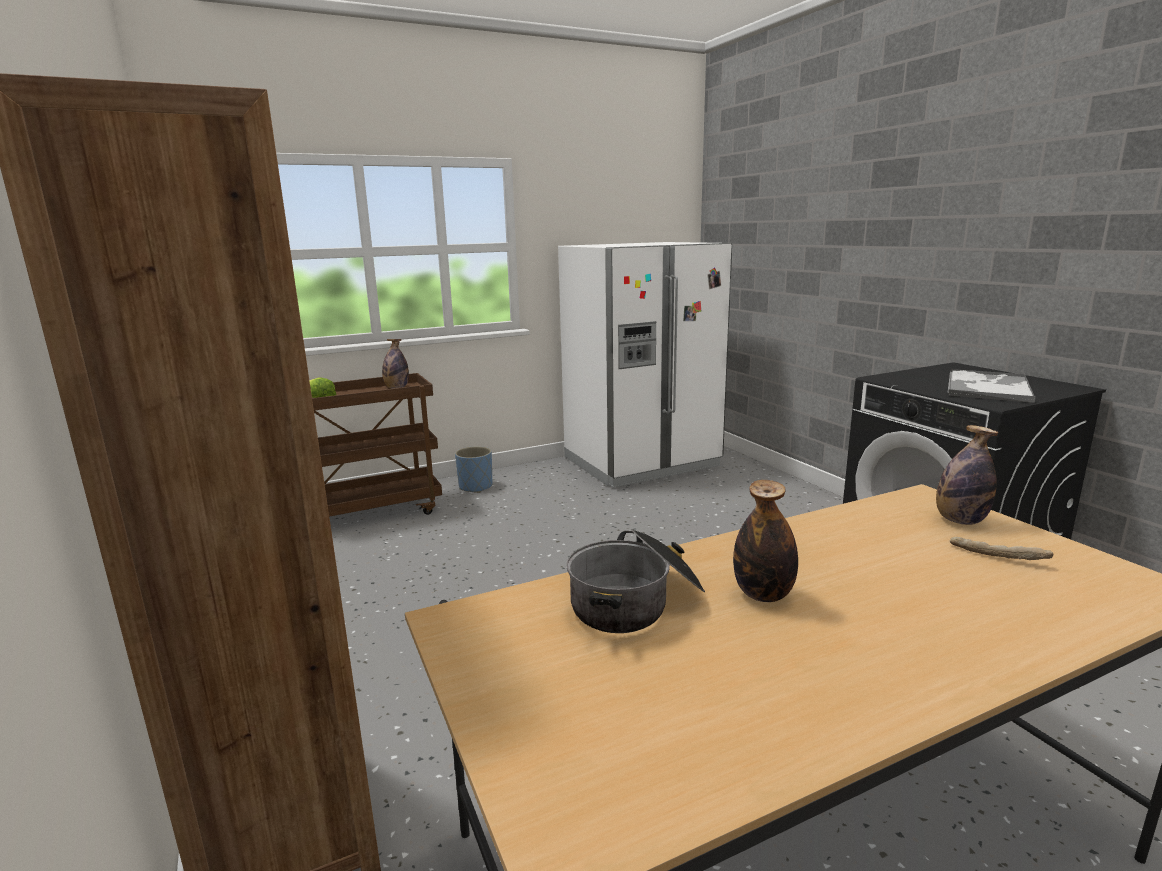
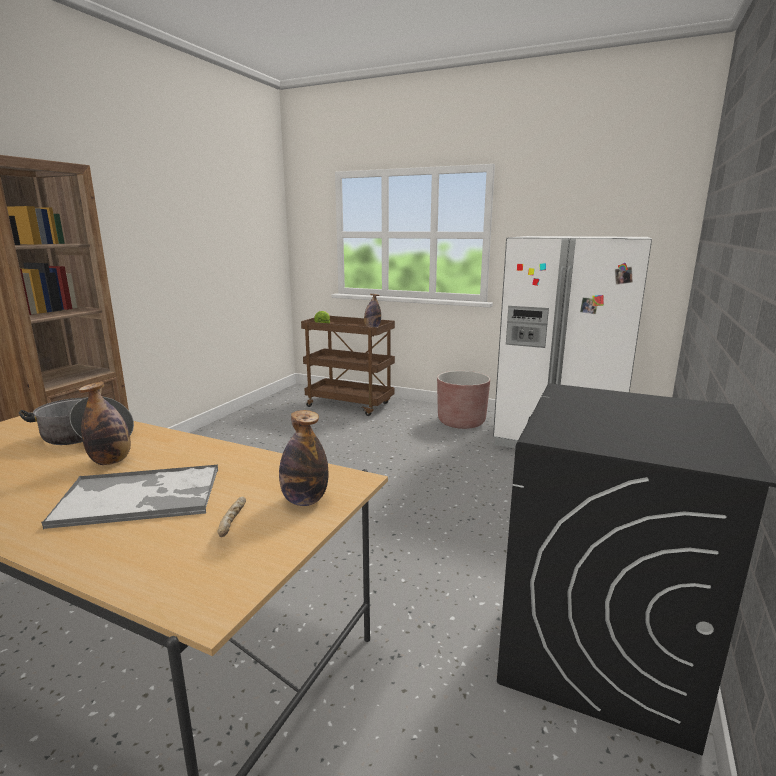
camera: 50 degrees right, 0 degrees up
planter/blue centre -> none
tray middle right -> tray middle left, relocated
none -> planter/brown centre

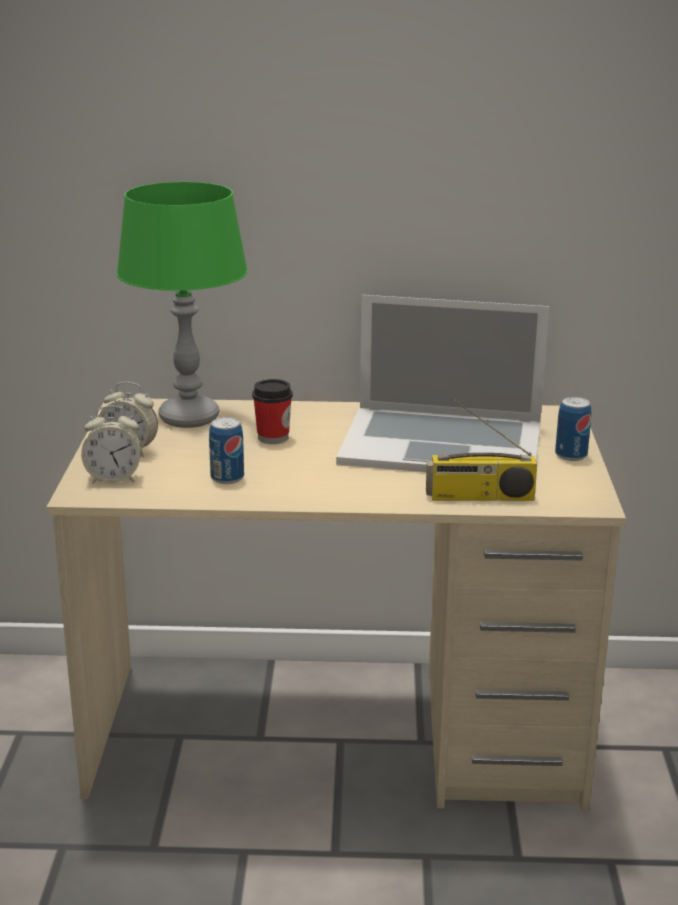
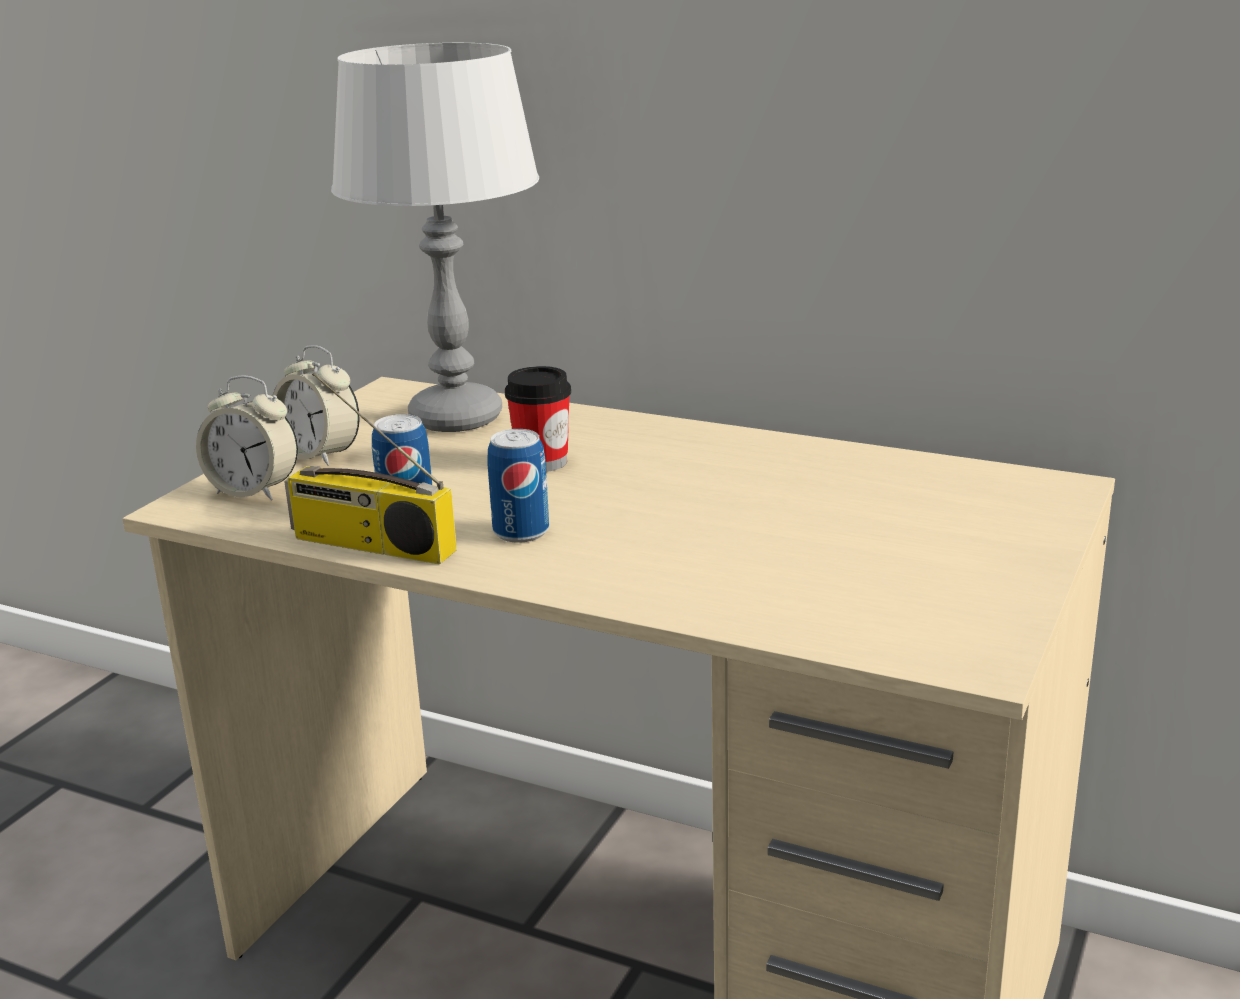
camera: 25 degrees right, 0 degrees up
table lamp/green middle left -> table lamp/grey top centre
laptop centre -> none
radio middle right -> radio middle left, relocated
can (no. 2 from left) middle right -> can (no. 2 from left) centre, relocated

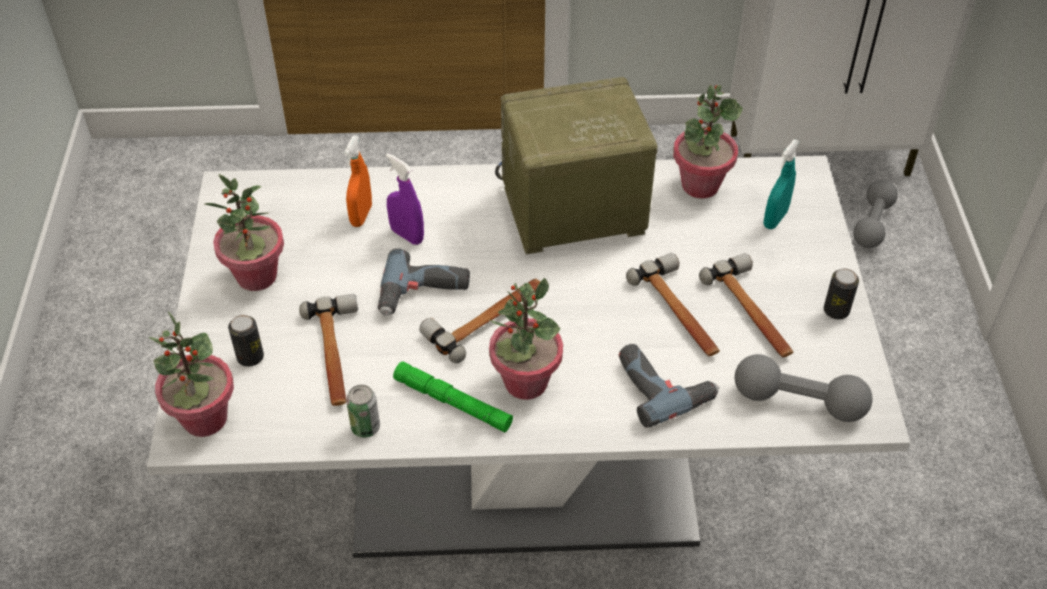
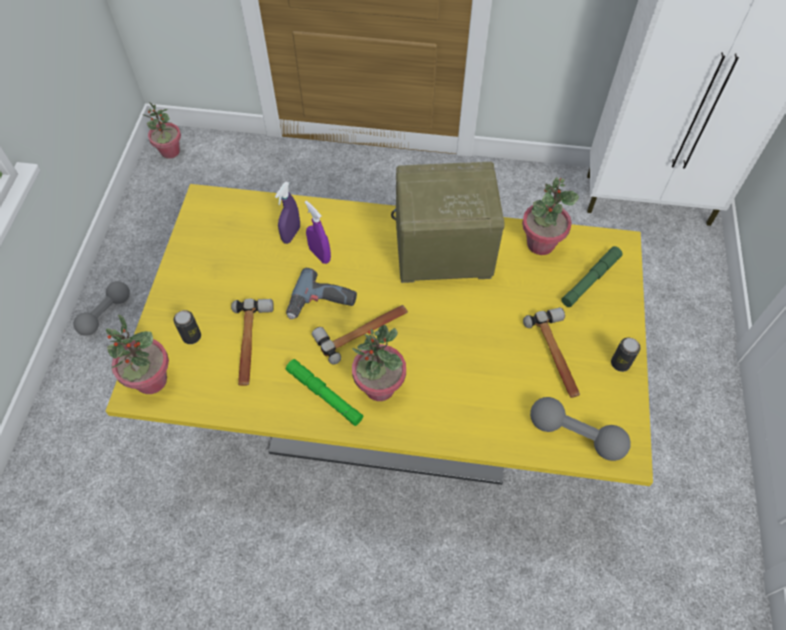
camera: 10 degrees right, 10 degrees up
dining table/white centre -> dining table/yellow centre
potted plant (no. 2 from left) middle left -> potted plant (no. 2 from left) top left, relocated
spray bottle/orange top centre -> spray bottle/purple (no. 1 from left) centre
can (no. 2 from left) bottom centre -> none
power drill (no. 2 from left) centre -> none
hammer (no. 3 from left) centre -> none
spray bottle/turquoise top right -> flashlight/green (no. 2 from left) middle right
dumbbell/grey (no. 2 from left in the first image) middle right -> dumbbell/grey (no. 1 from left) middle left, relocated

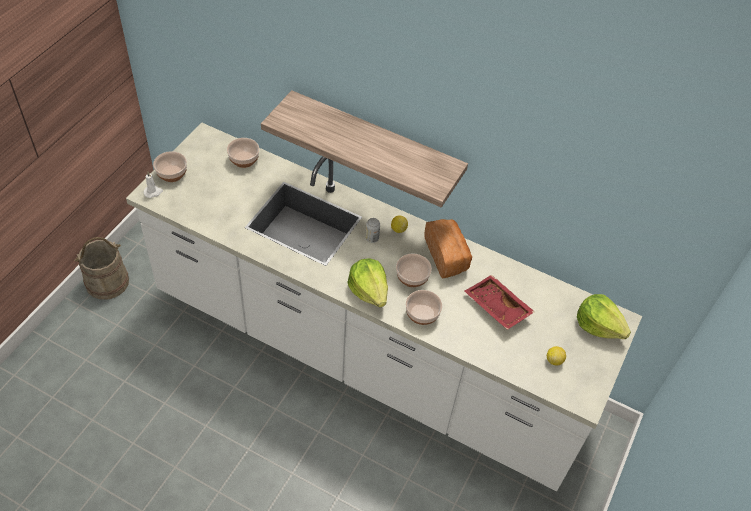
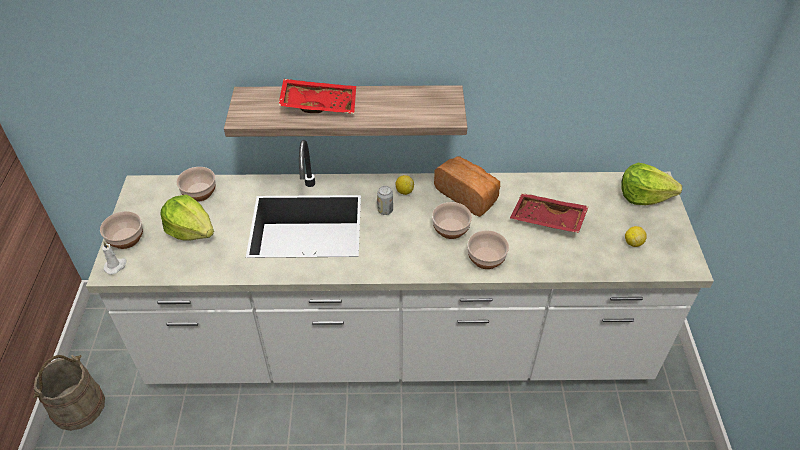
camera: 25 degrees left, 5 degrees down
lettuce (no. 1 from left) centre -> lettuce (no. 1 from left) middle left, relocated
none -> tray/red (no. 1 from left) top centre

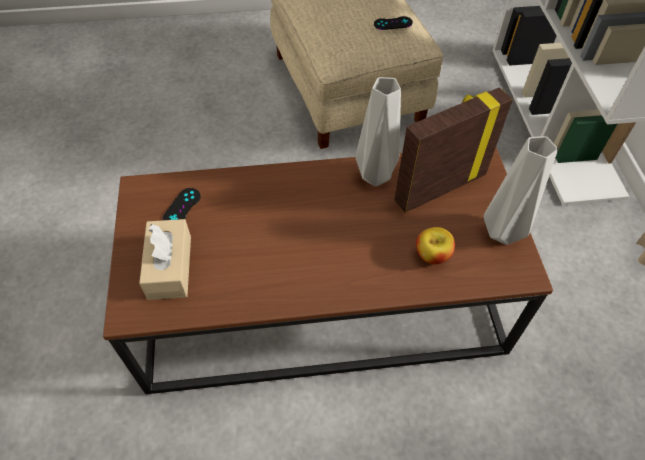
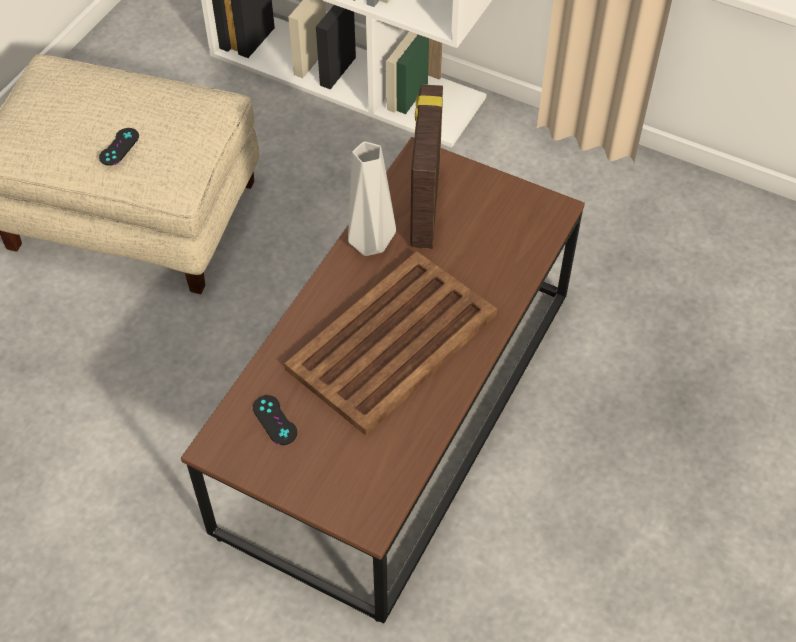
camera: 55 degrees left, 0 degrees up
tissue box/beige middle left -> none
game controller/black (no. 2 from left in the first image) top centre -> game controller/black (no. 1 from left) top left, relocated
apple middle right -> none
vase/grey (no. 2 from left) middle right -> none
none -> tray/brown centre

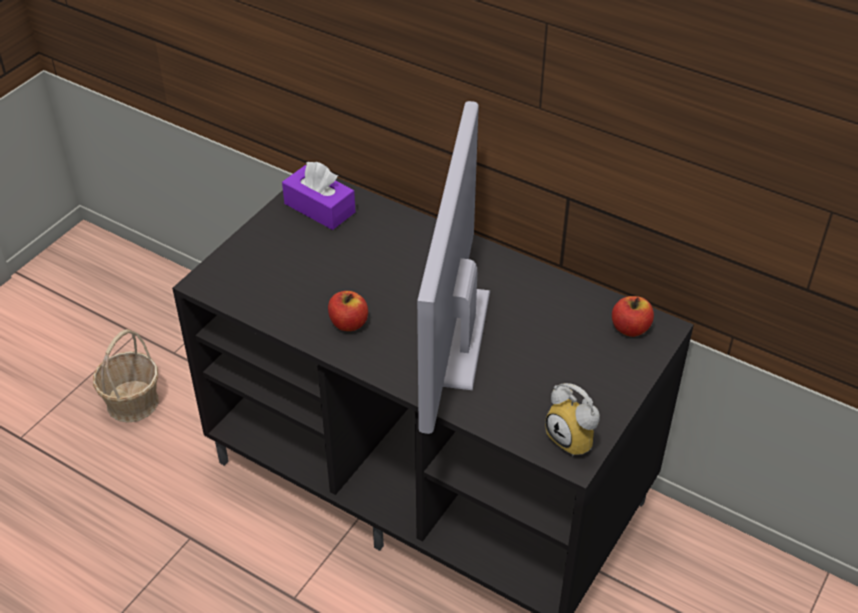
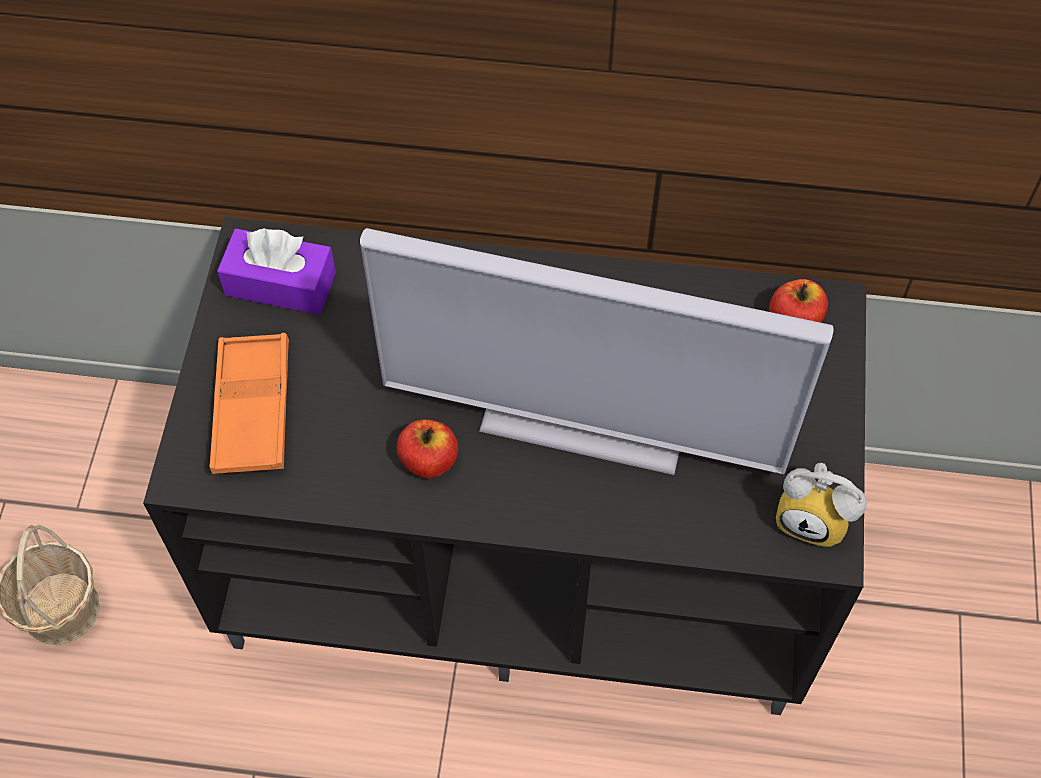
camera: 25 degrees left, 15 degrees up
television centre, 60 degrees counterclockwise
none -> tray/orange middle left

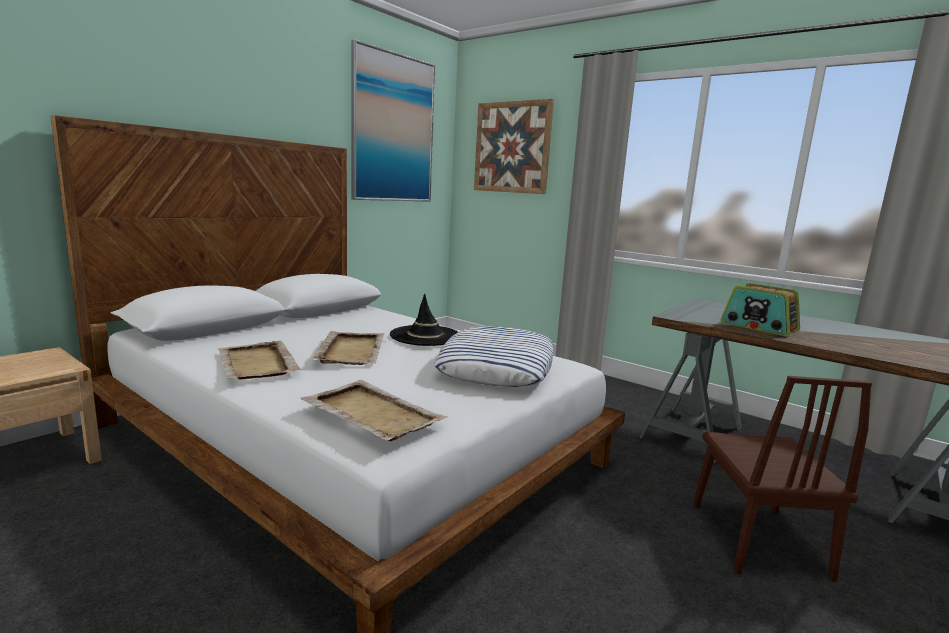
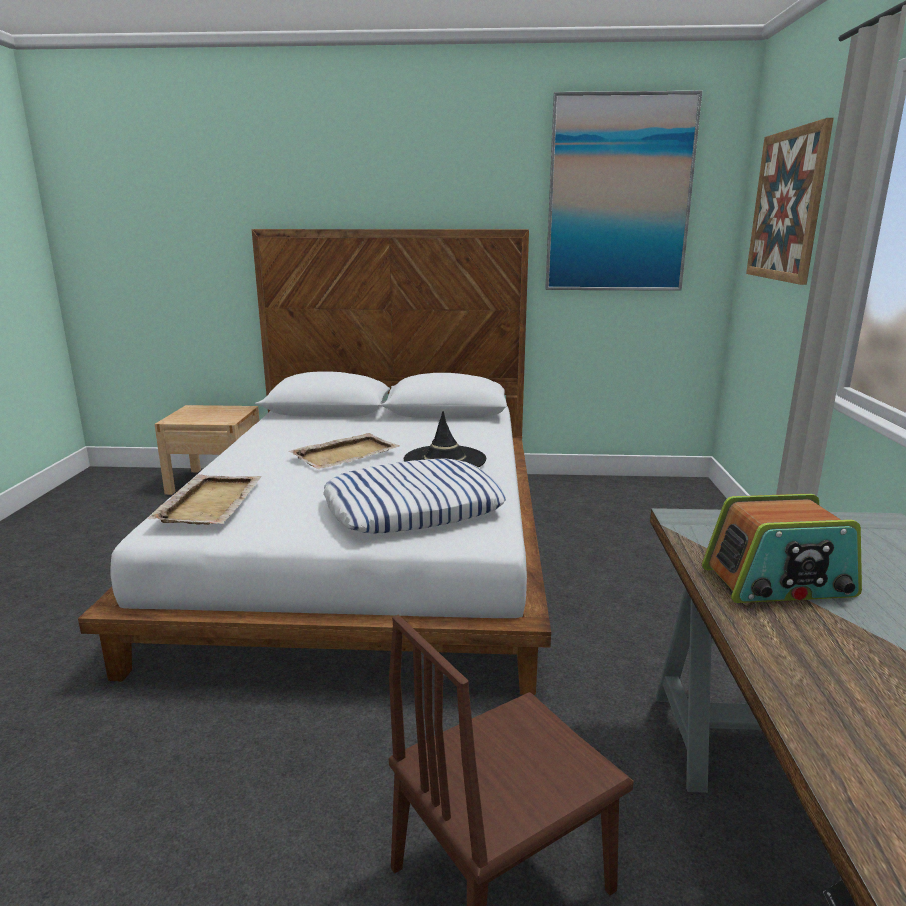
camera: 55 degrees right, 5 degrees up
tray/beige (no. 1 from left) middle left -> none
radio middle right, 105 degrees counterclockwise

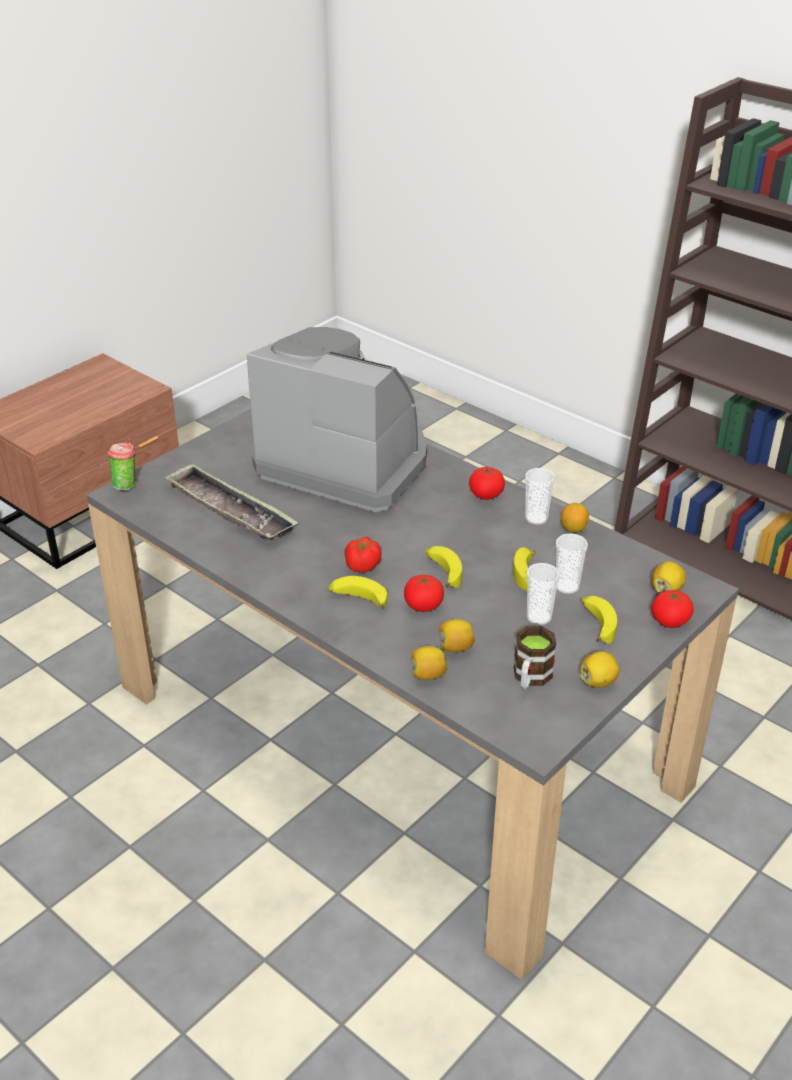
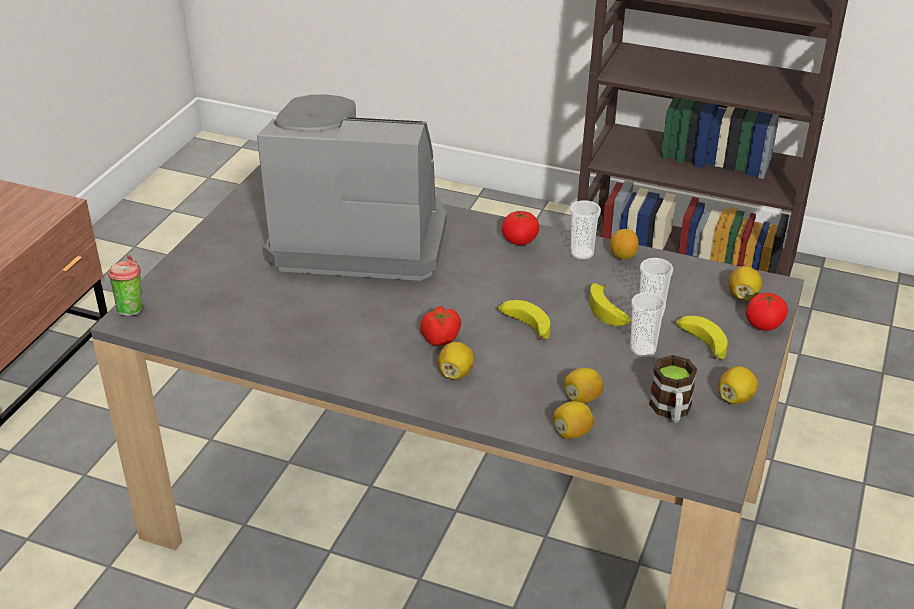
camera: 20 degrees left, 0 degrees up
tray middle left -> none
banana (no. 1 from left) centre -> lemon (no. 1 from left) centre
tomato (no. 2 from left) centre -> none

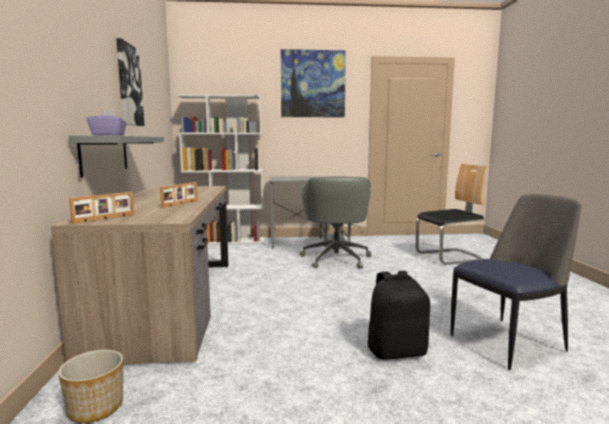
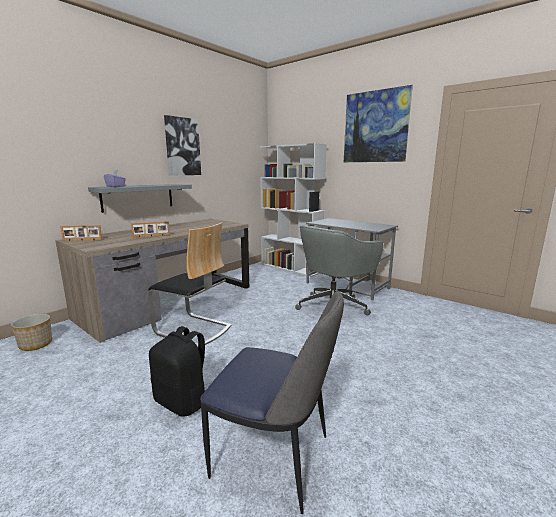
camera: 45 degrees right, 5 degrees up
chair (no. 1 from left) middle right -> chair (no. 1 from left) centre, relocated

